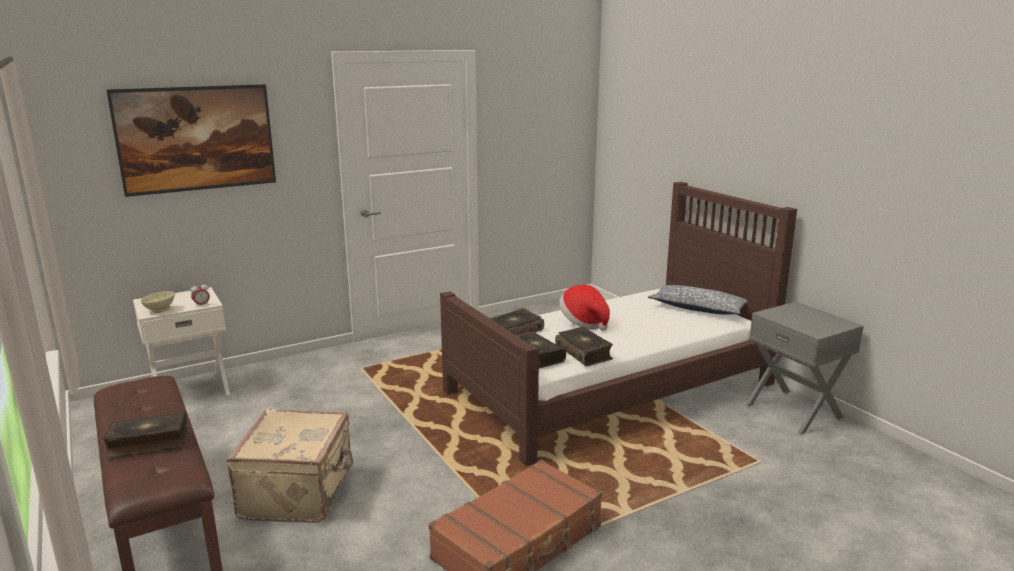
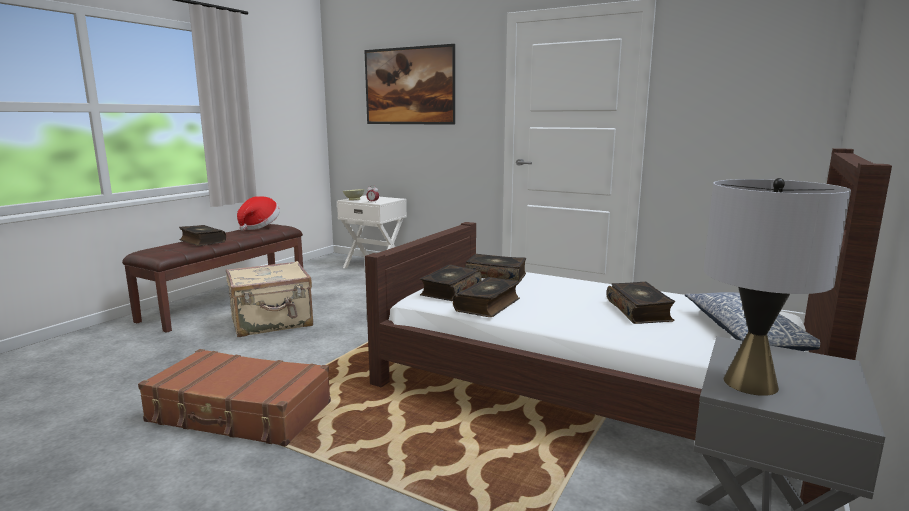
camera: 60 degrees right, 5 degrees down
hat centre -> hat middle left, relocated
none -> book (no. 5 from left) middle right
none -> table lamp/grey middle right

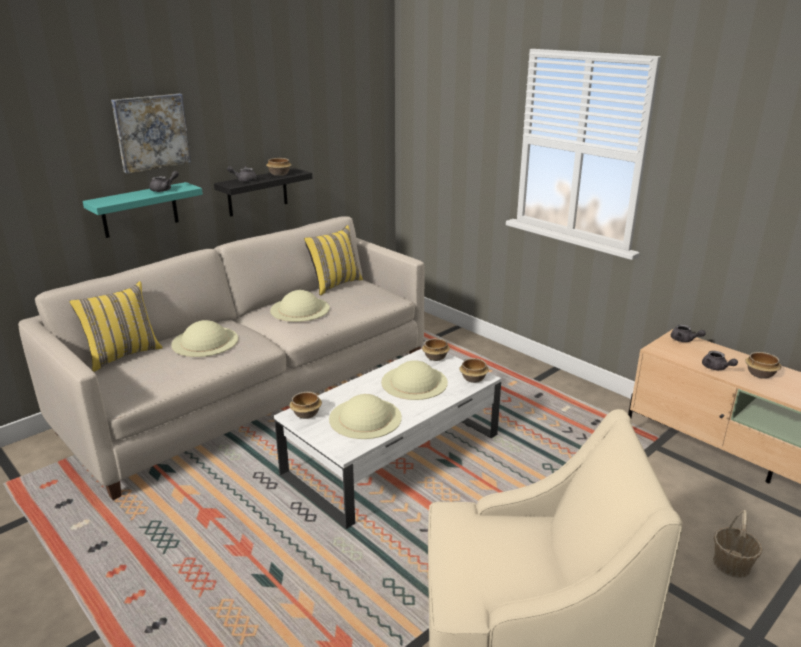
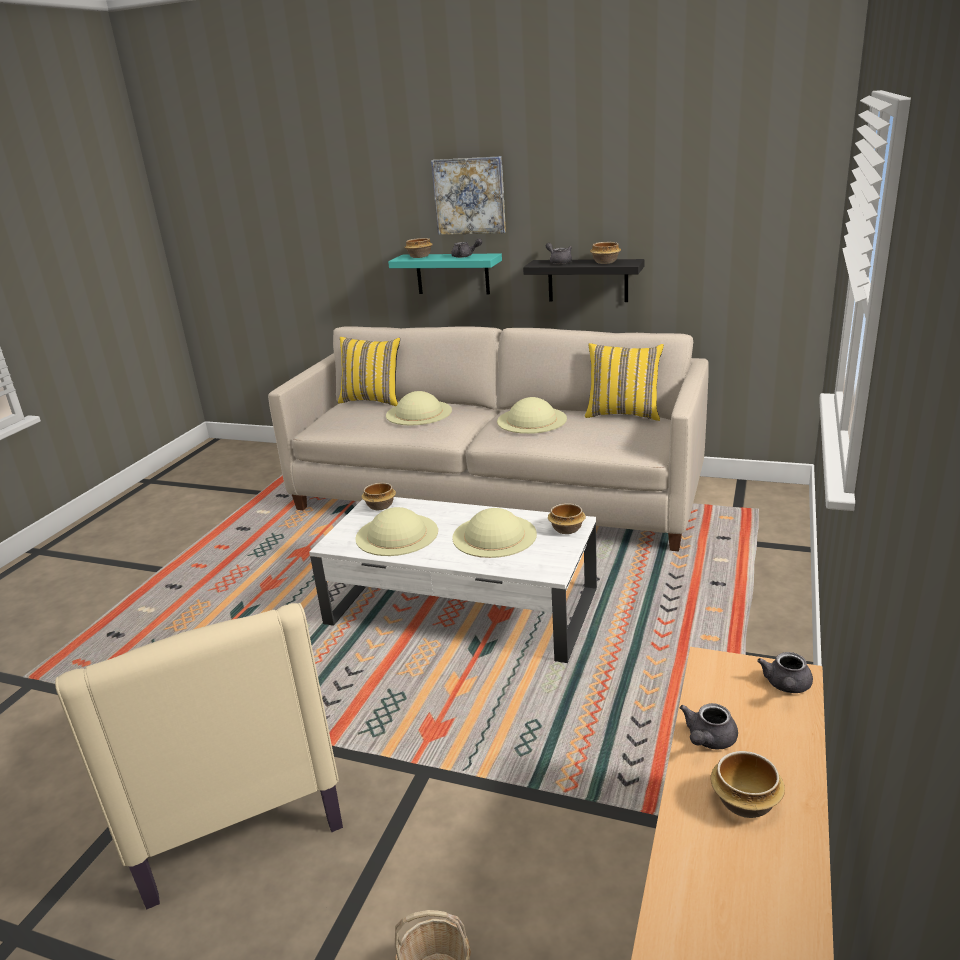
camera: 65 degrees right, 0 degrees up
bowl (no. 4 from left in the first image) centre -> bowl (no. 2 from left) top centre, relocated

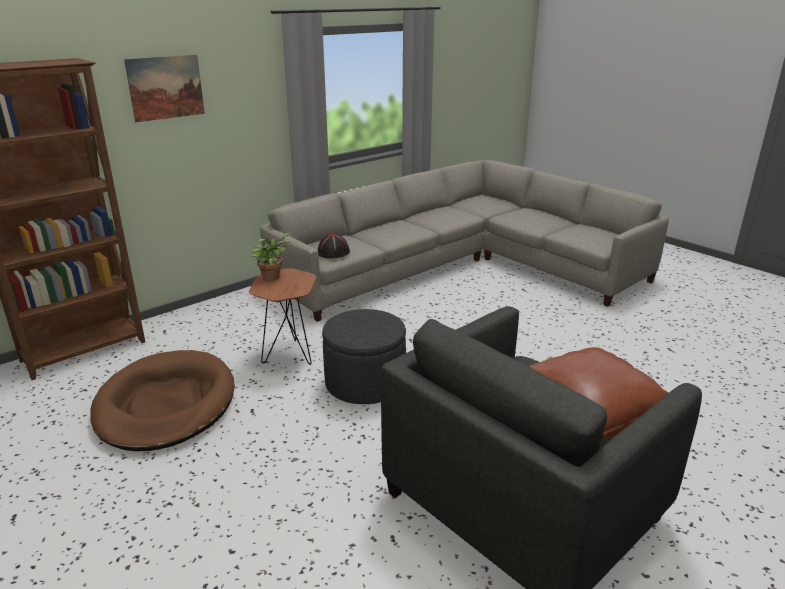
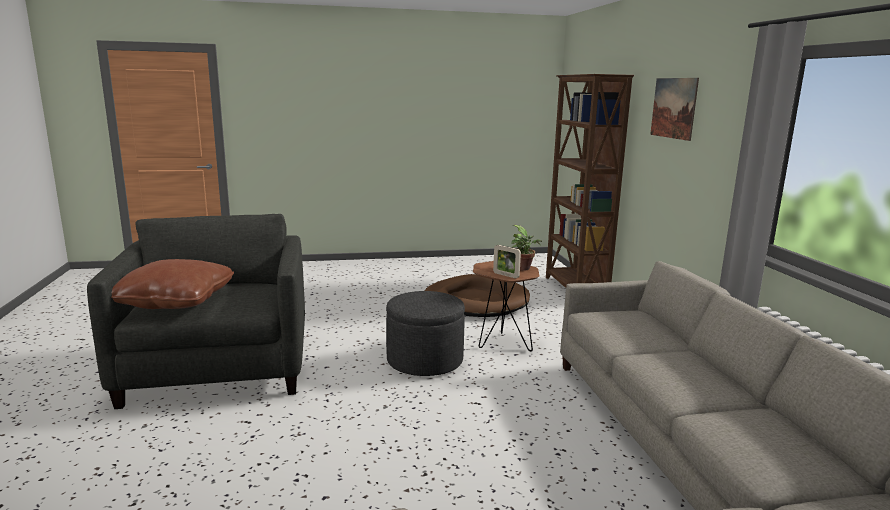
camera: 120 degrees right, 10 degrees down
hat/black centre -> none
none -> picture frame centre

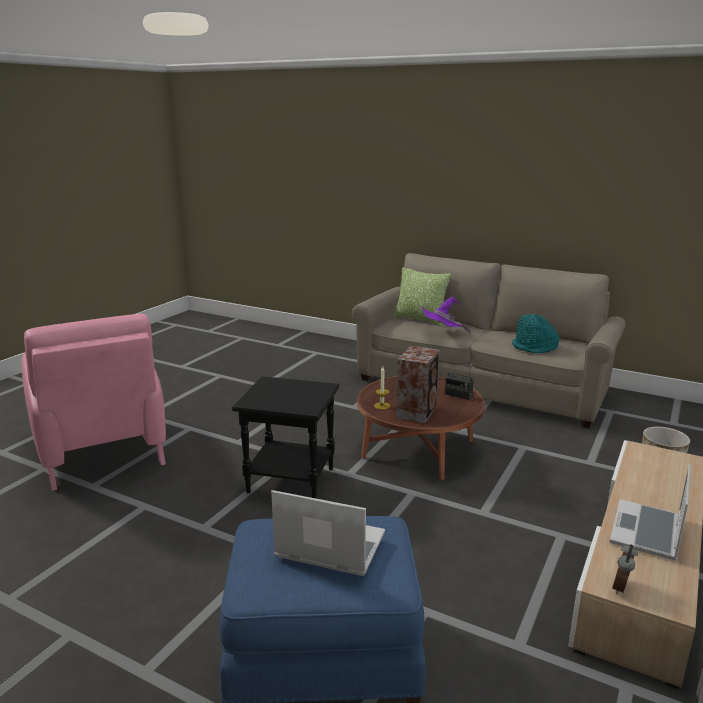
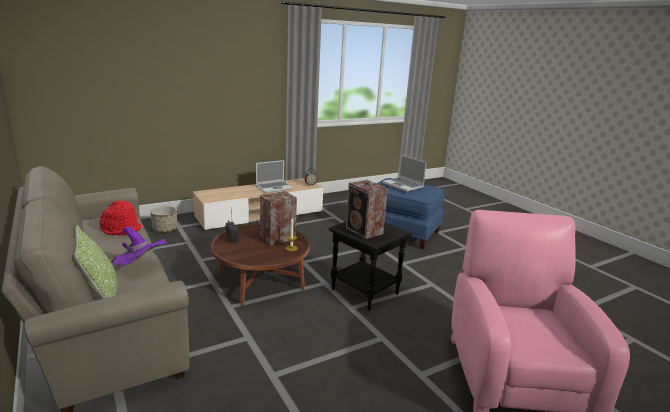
camera: 150 degrees left, 0 degrees up
hat/turquoise middle right -> hat/red middle left
none -> speaker (no. 2 from left) centre

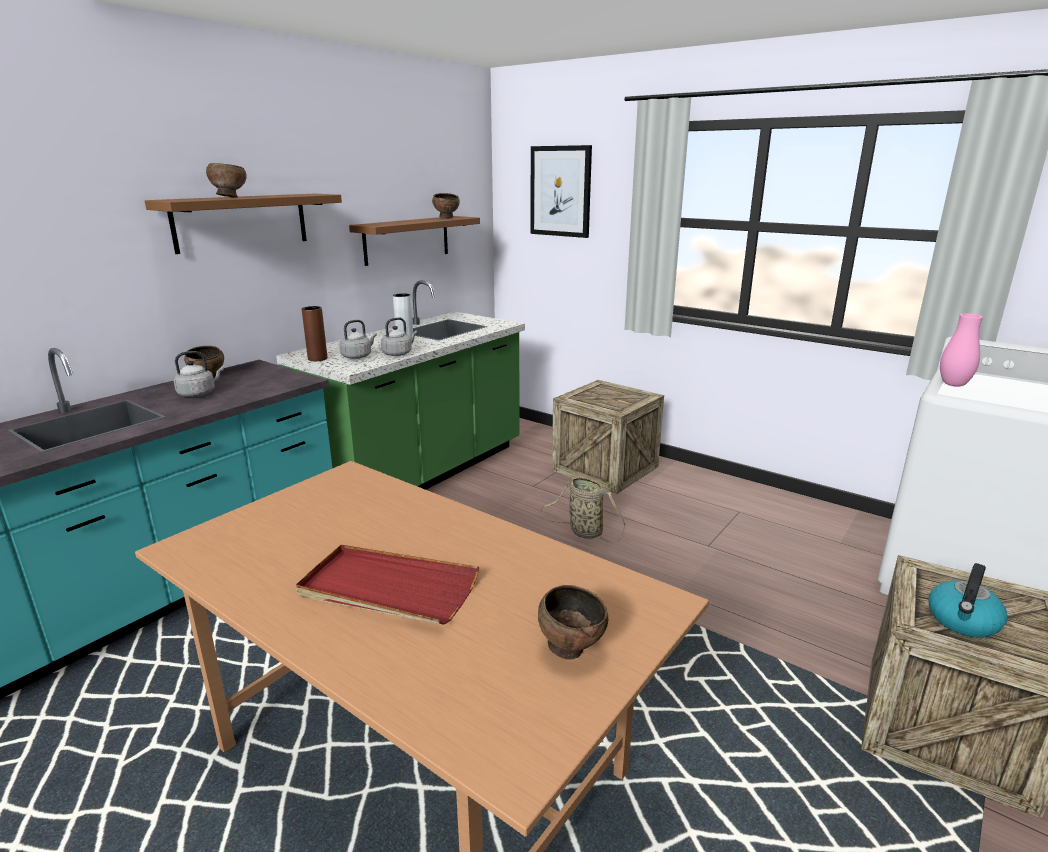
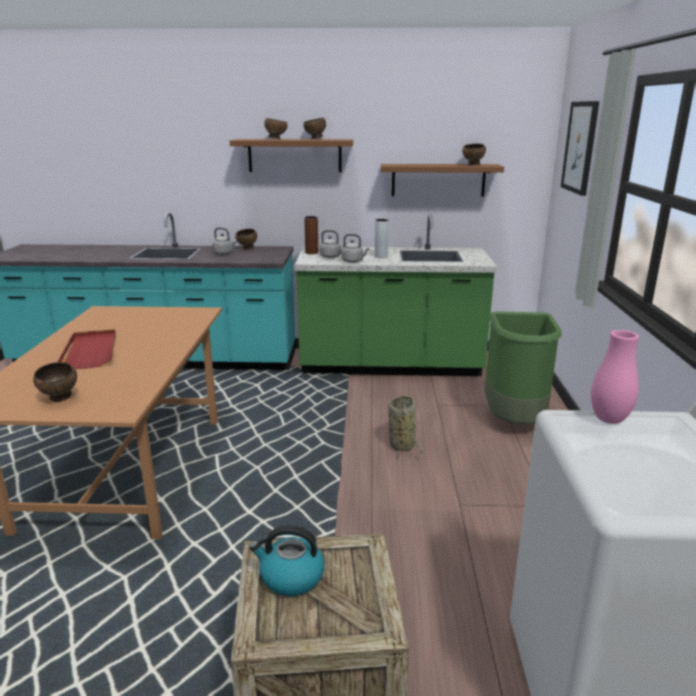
camera: 55 degrees right, 0 degrees up
crate (no. 1 from left) centre -> trash can/green middle right
none -> bowl/brown (no. 4 from left) top centre

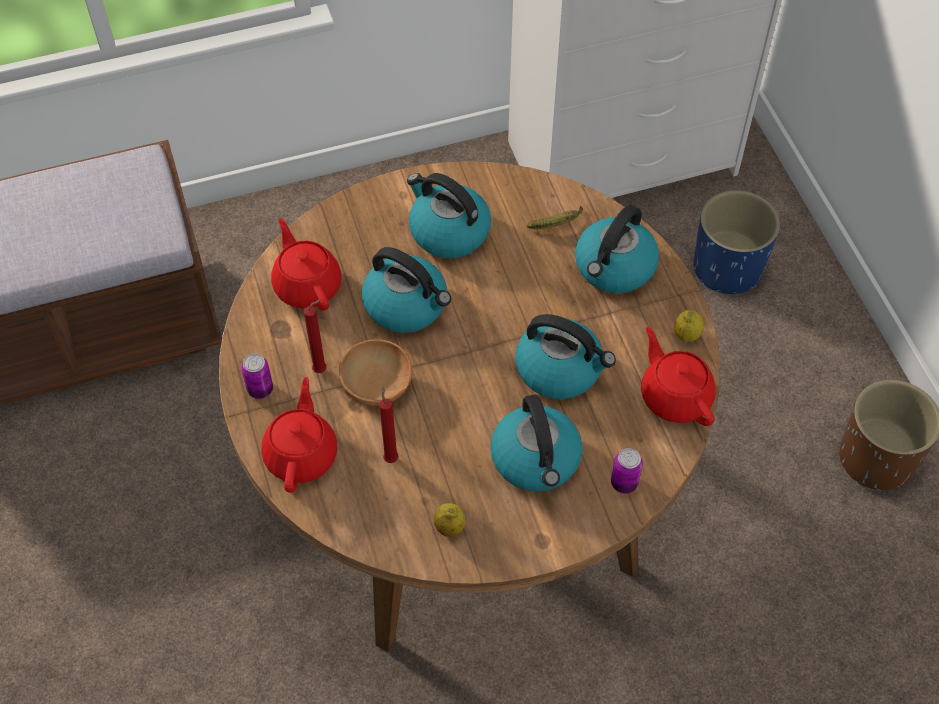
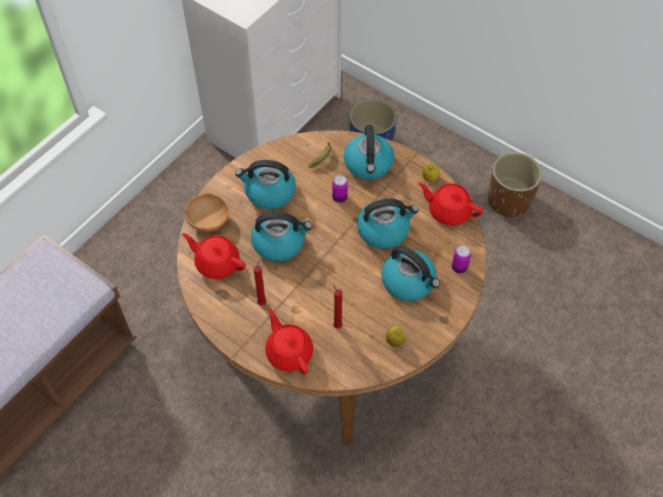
camera: 35 degrees left, 0 degrees up
can (no. 1 from left) middle left -> can (no. 1 from left) centre, relocated
bowl/brown centre -> bowl/brown middle left, relocated

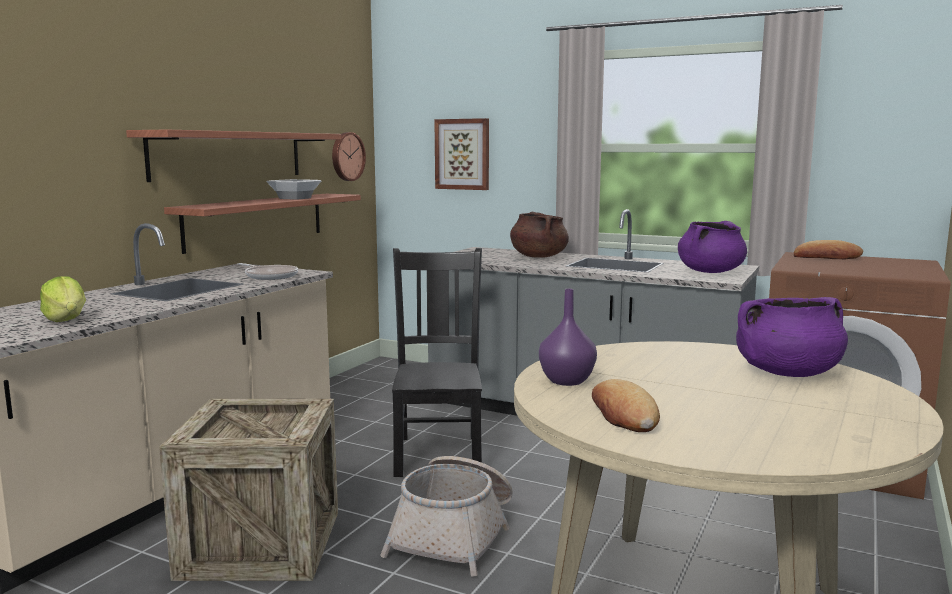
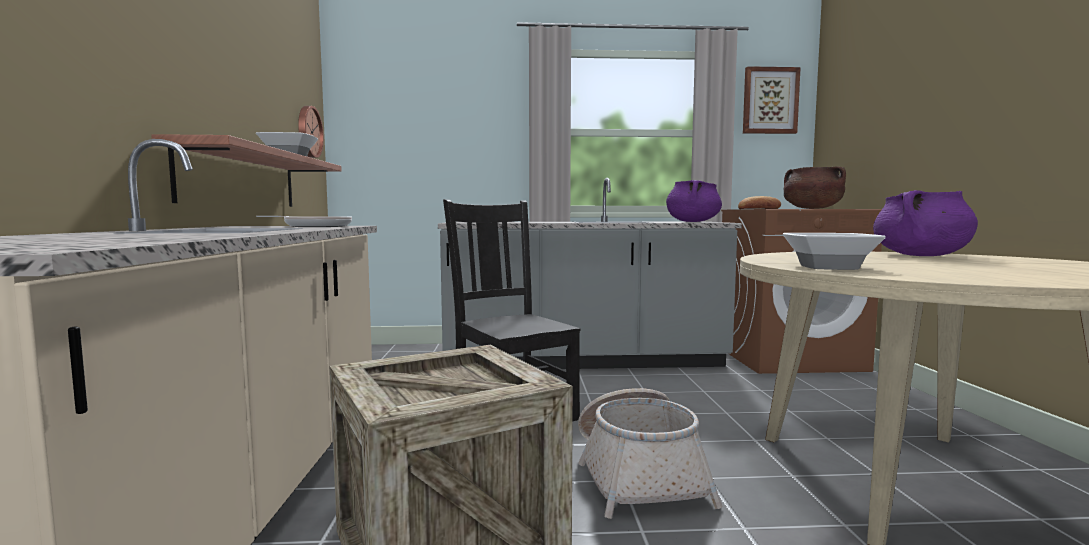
camera: 30 degrees left, 5 degrees down
lettuce middle left -> none
shelf (no. 1 from left) top left -> none
picture top centre -> picture top right, relocated
cooking pot/brown centre -> cooking pot/brown middle right, relocated
vase/purple centre -> bowl (no. 2 from left) middle right
bread (no. 1 from left) bottom centre -> none

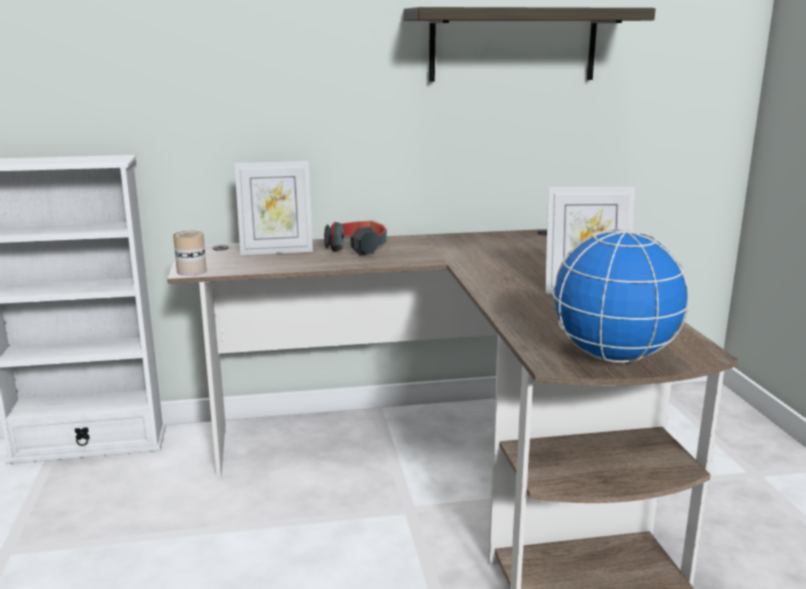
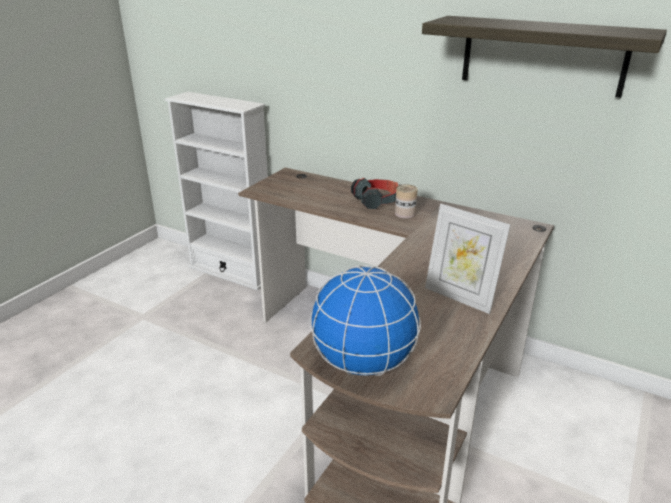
camera: 40 degrees right, 10 degrees up
can middle left -> can centre, relocated
picture frame (no. 1 from left) centre -> none

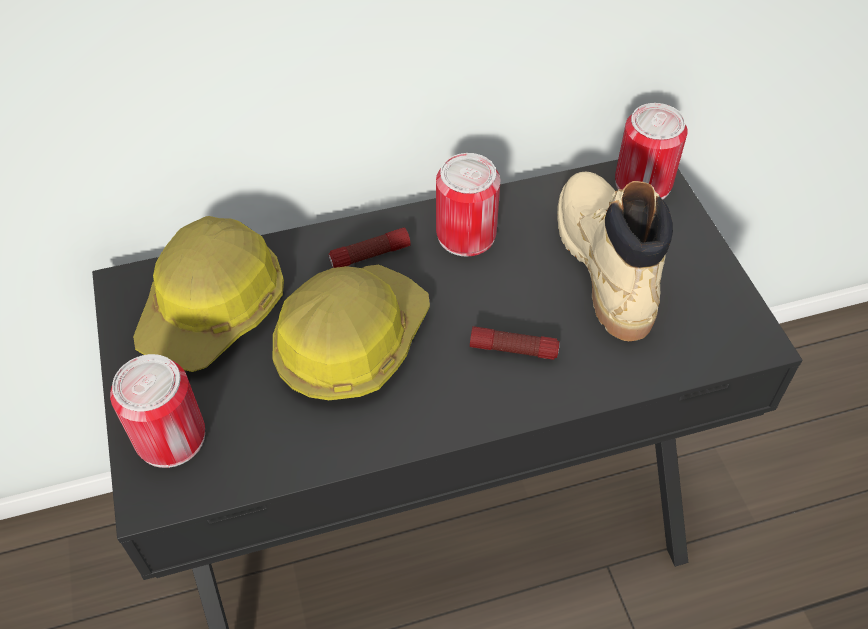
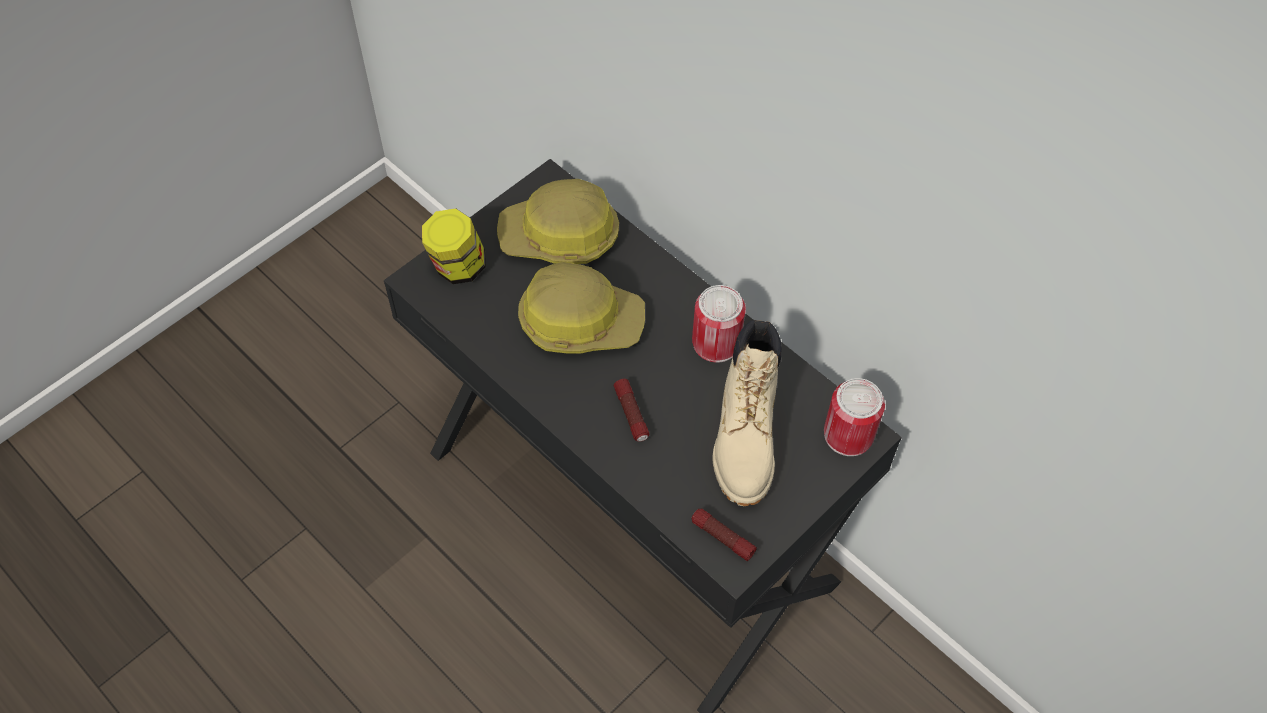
camera: 60 degrees right, 5 degrees up
can (no. 1 from left) middle left -> jar centre
flashlight (no. 1 from left in the first image) centre -> flashlight (no. 2 from left) bottom centre, relocated
boot/beige middle right -> boot/beige centre, 135 degrees clockwise

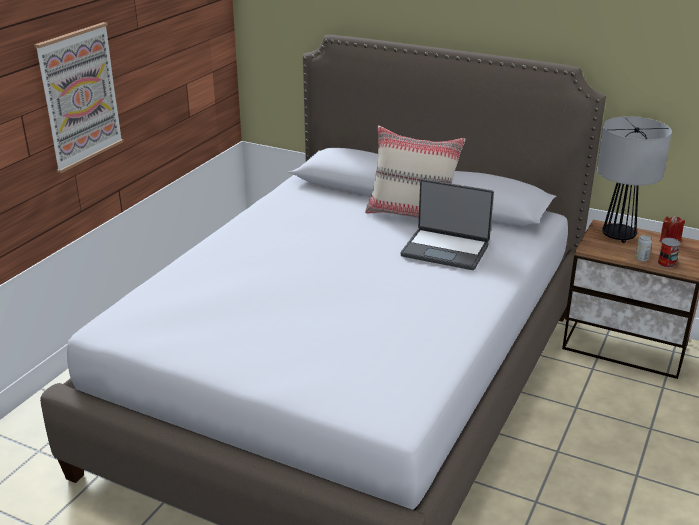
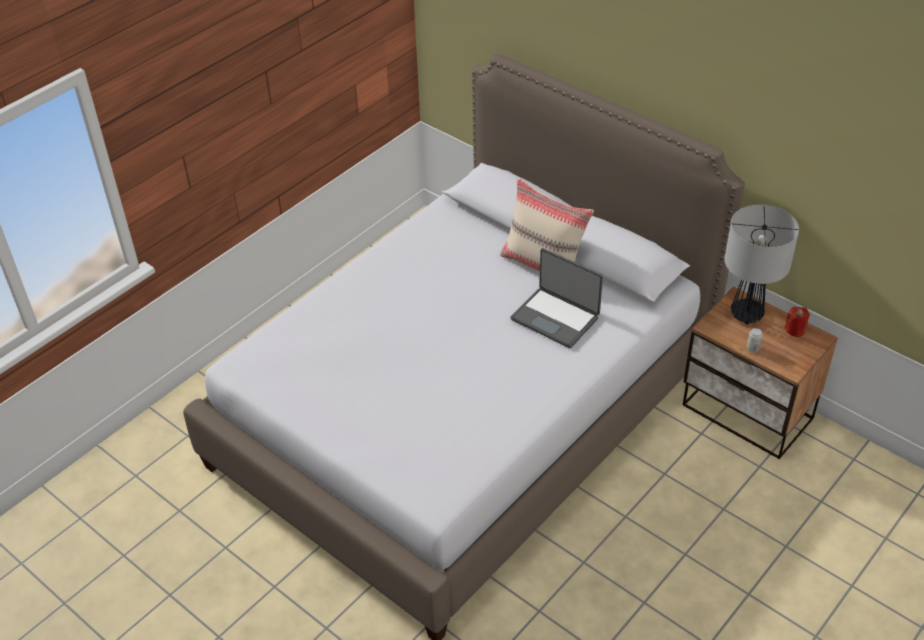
camera: 15 degrees right, 15 degrees up
picture top left -> none
can (no. 2 from left) middle right -> none

